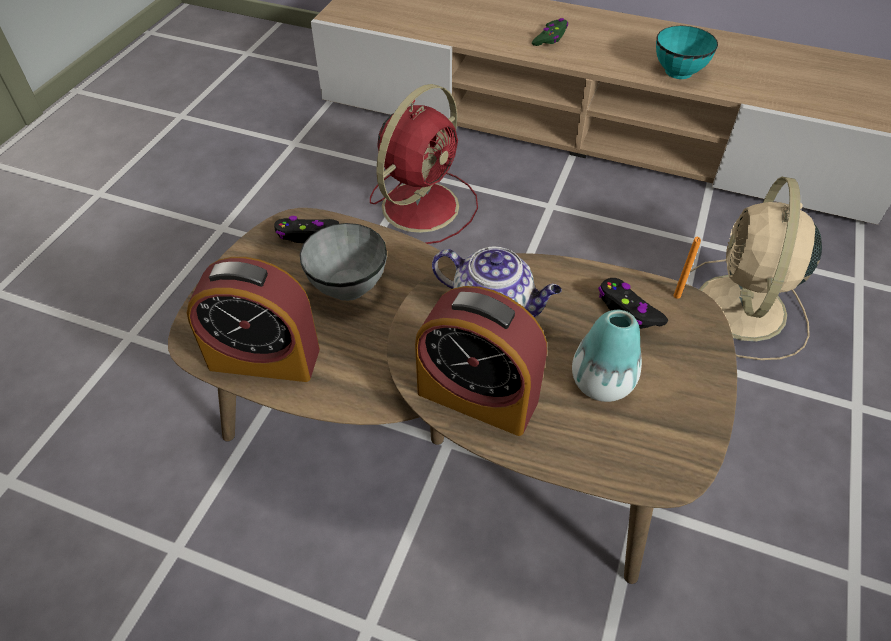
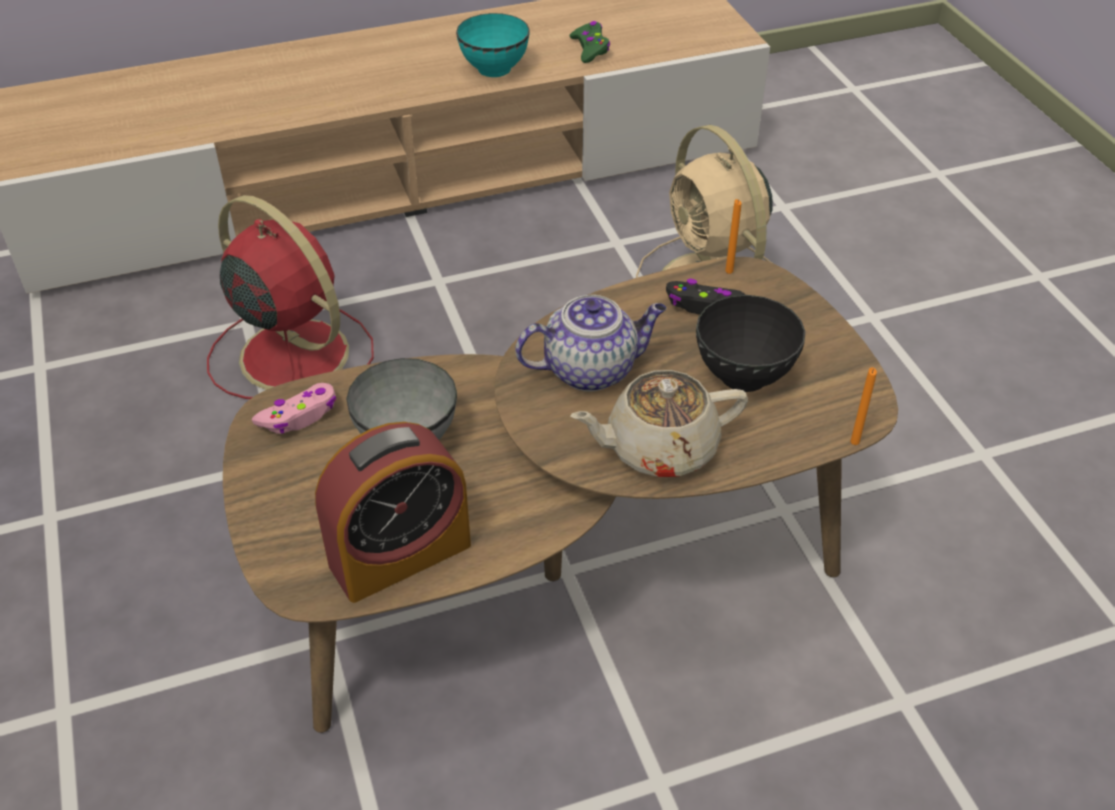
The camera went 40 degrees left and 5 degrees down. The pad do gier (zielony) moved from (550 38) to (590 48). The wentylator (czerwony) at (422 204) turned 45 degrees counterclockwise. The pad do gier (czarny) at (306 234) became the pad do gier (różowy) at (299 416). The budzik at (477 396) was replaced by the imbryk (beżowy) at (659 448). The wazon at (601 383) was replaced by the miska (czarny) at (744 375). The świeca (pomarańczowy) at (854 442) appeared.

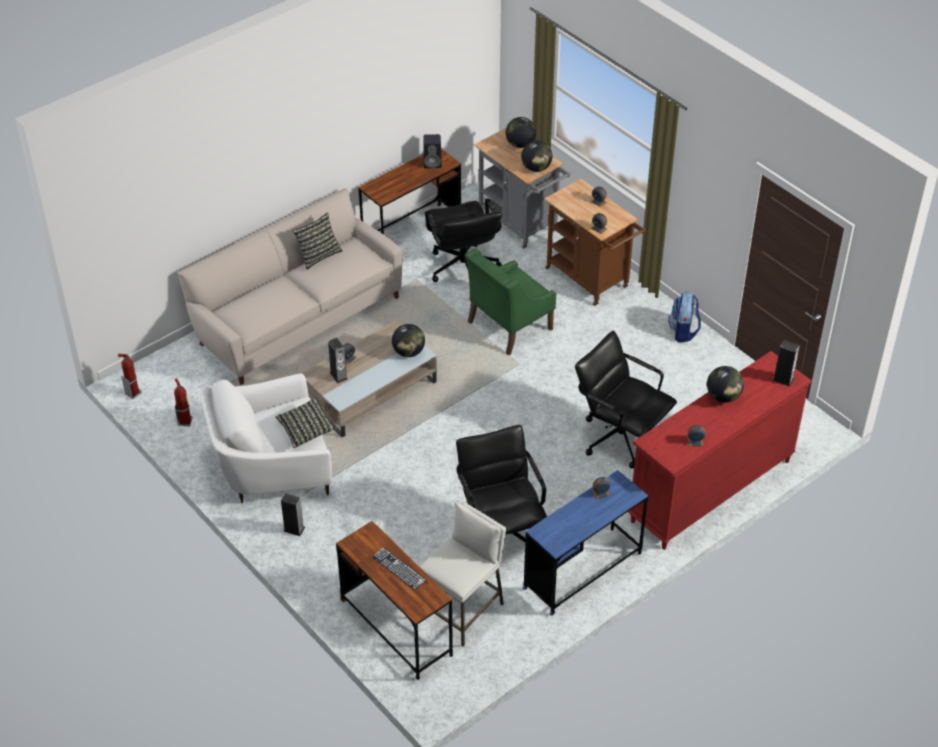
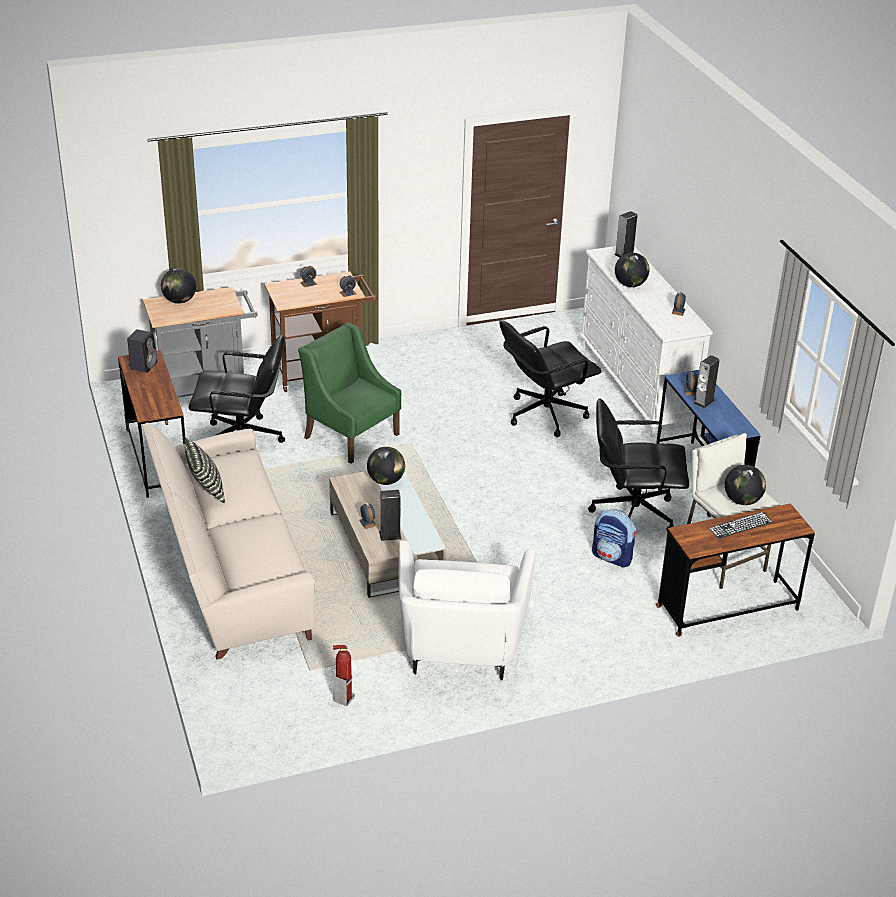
The camera went 70 degrees left and 10 degrees down. The globus moved from (536 168) to (742 501). The fotel (zielony) at (508 326) turned 150 degrees clockwise. The plecak moved from (683 332) to (612 557). The komoda (czerwony) at (710 491) became the komoda (biały) at (636 387). The gaśnica at (133 393) disappeared. The poduszka at (306 429) disappeared. The głośnik moved from (294 529) to (704 401).

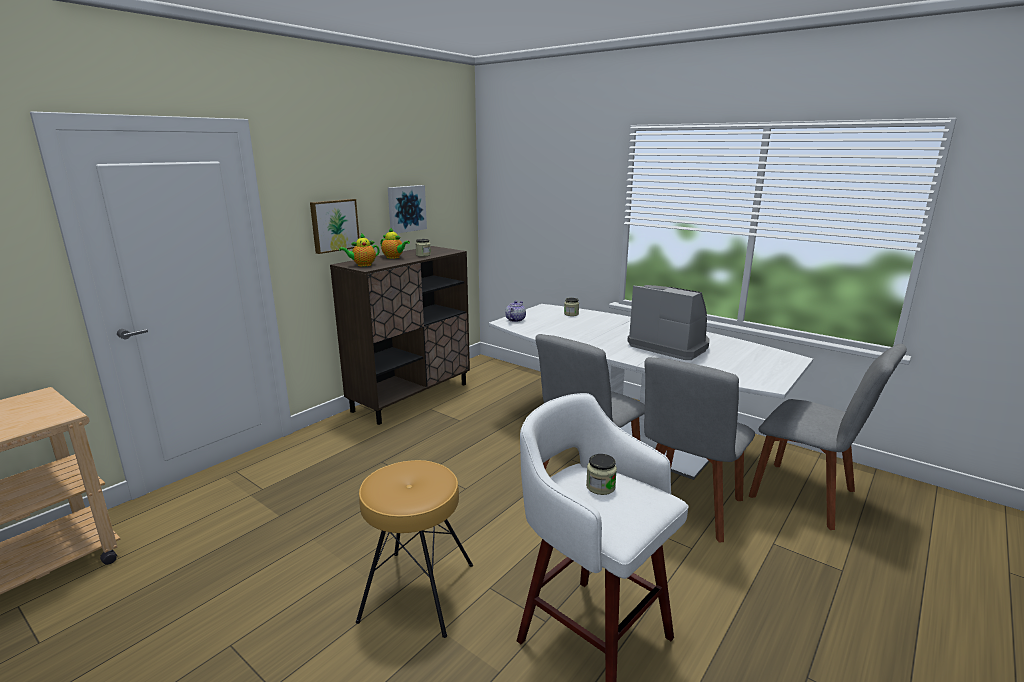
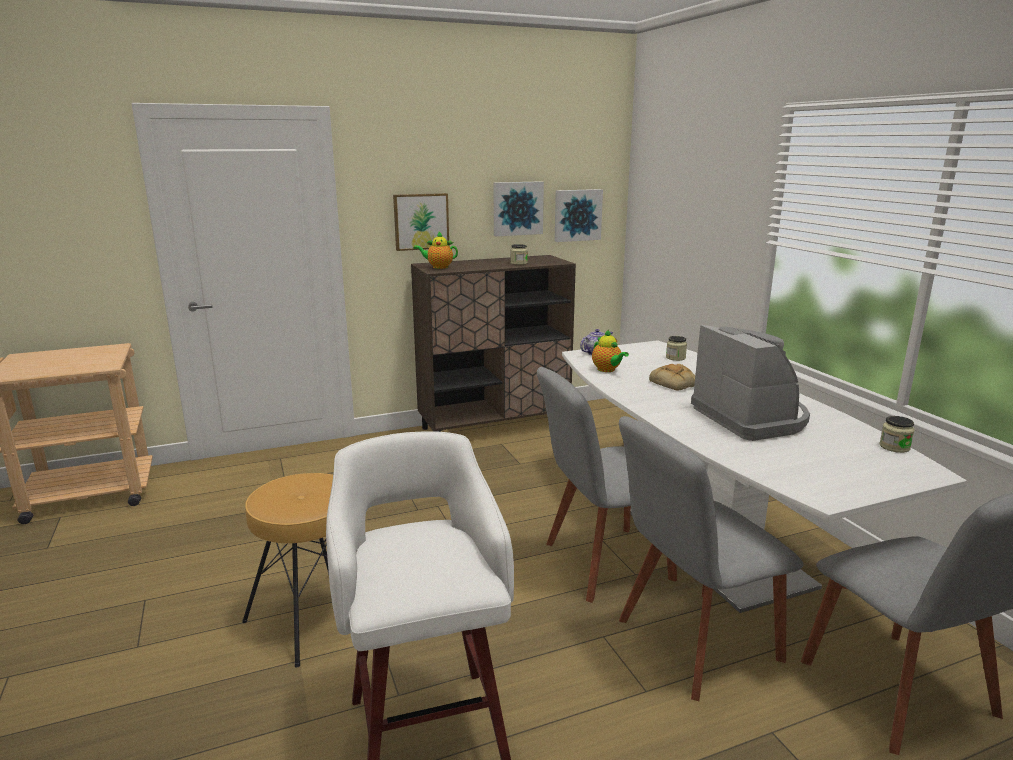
The camera went 30 degrees right and 0 degrees up. The imbryk moved from (394 257) to (607 370). The słoik moved from (600 487) to (894 447). The obraz at (577 215) appeared. The chleb at (675 383) appeared.

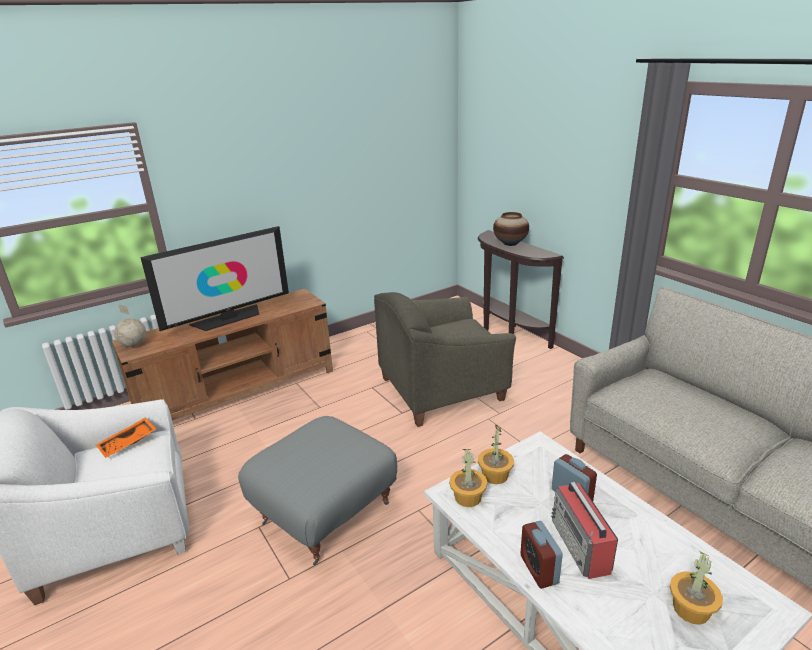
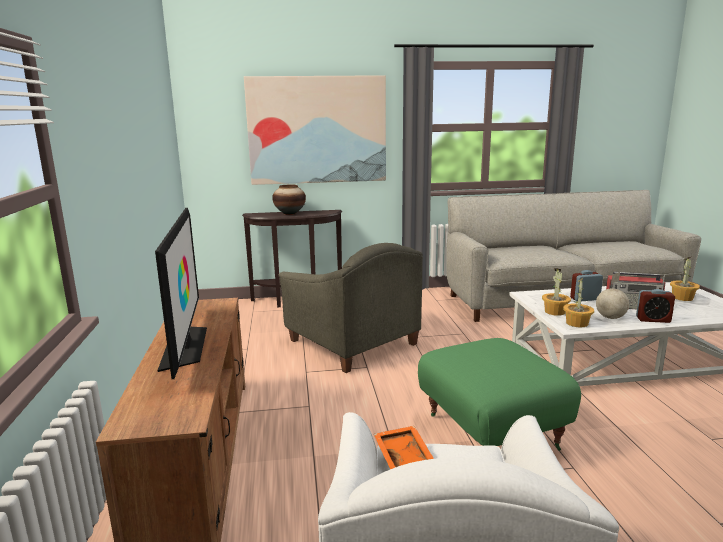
The camera went 65 degrees left and 10 degrees down. The fotel (szary) at (442 390) turned 45 degrees counterclockwise. The globus moved from (134 345) to (610 317). The pufa (szary) at (326 513) became the pufa (zielony) at (491 432). The obraz at (317 130) appeared.

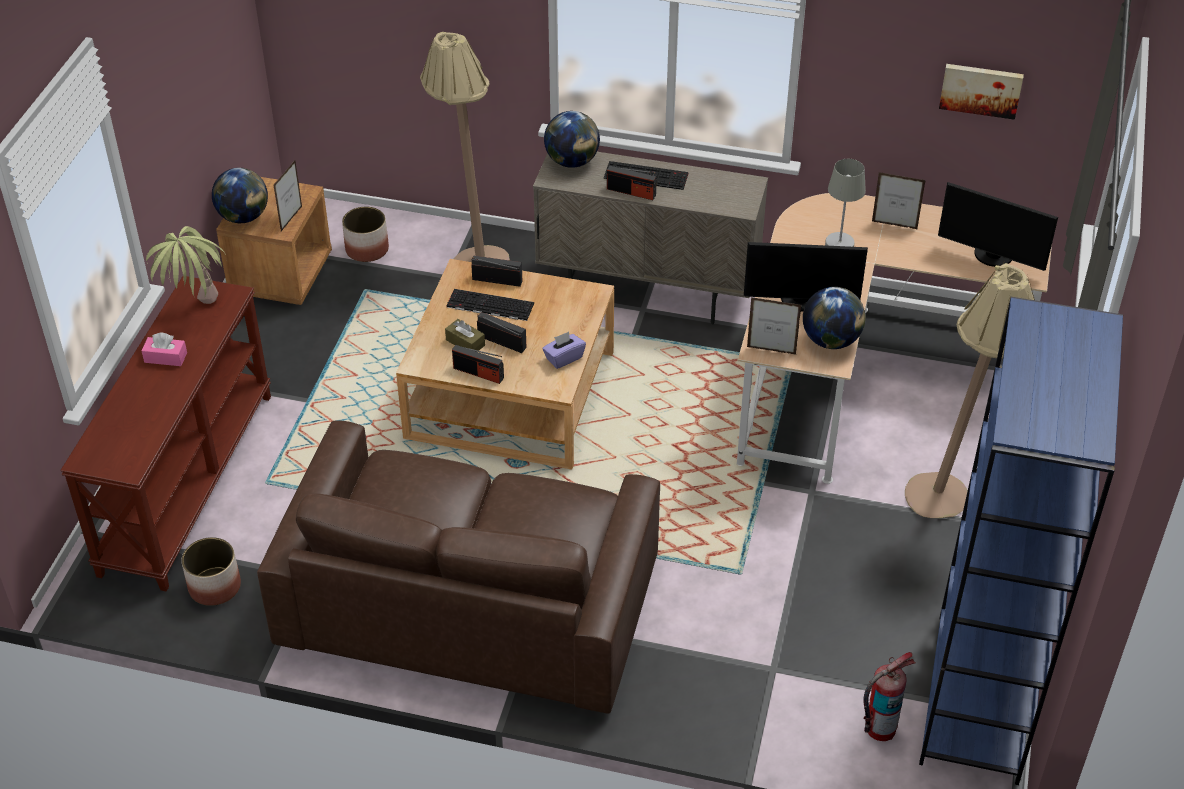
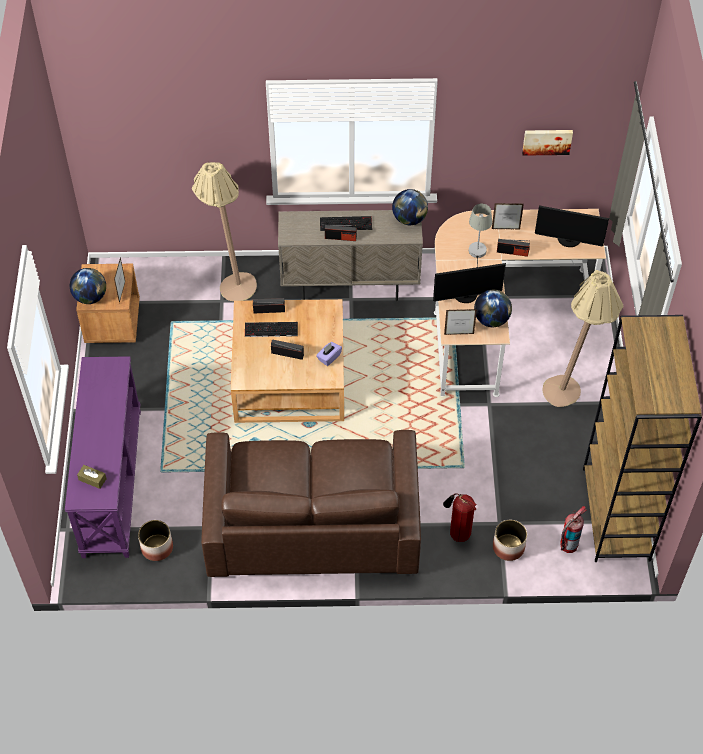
The camera went 15 degrees left and 10 degrees up. The globus moved from (572 162) to (409 219). The donica moved from (367 250) to (508 547). The roślina doniczkowa at (196 314) disappeared. The stolik konsolowy (brązowy) at (186 481) became the stolik konsolowy (fioletowy) at (111 482). The regał (niebieski) at (978 698) became the regał (brązowy) at (616 514). The pudełko chusteczek (brązowy) moved from (465 342) to (92 479). The pudełko chusteczek (różowy) at (165 357) disappeared. The radio moved from (478 373) to (512 252). The gaśnica at (457 533) appeared.

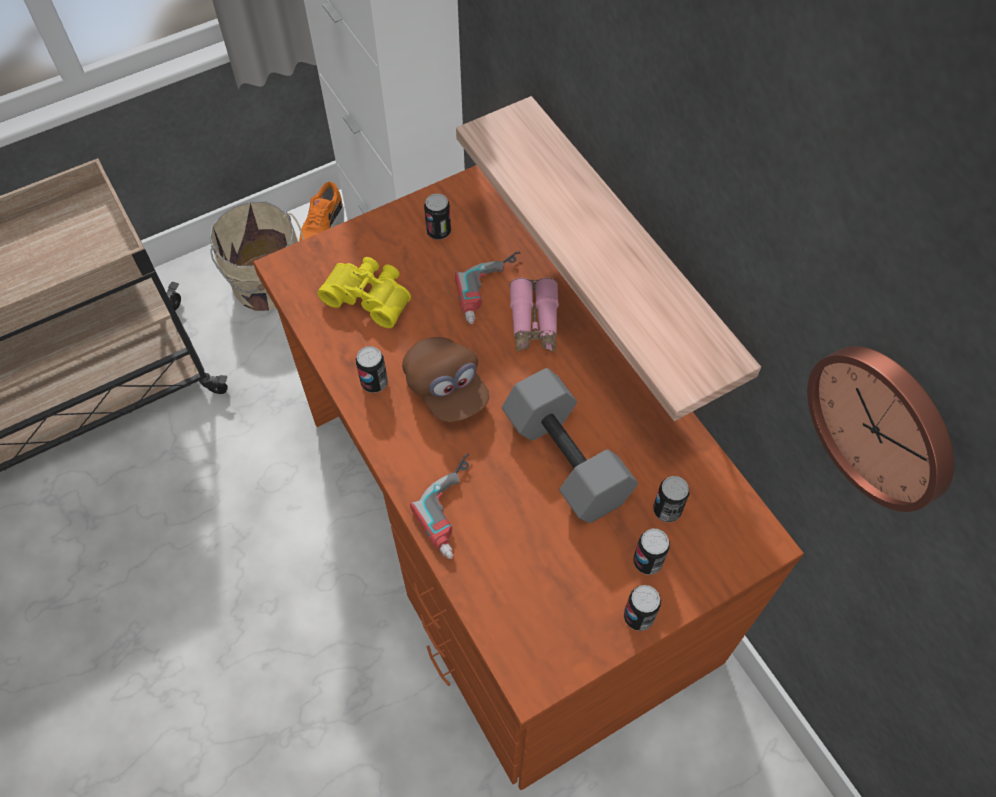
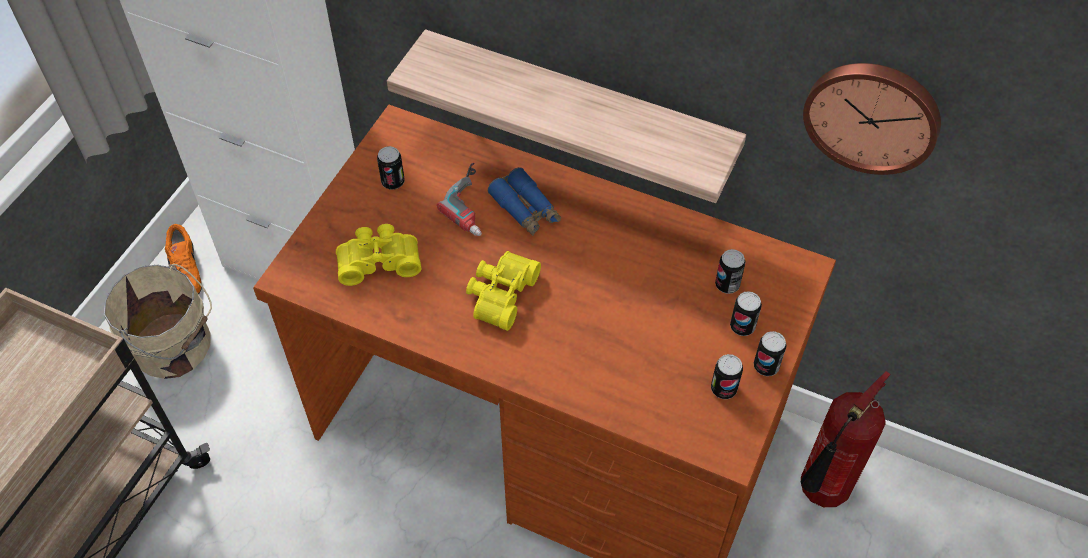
The camera went 35 degrees left and 5 degrees down. The lornetka (różowy) at (534 322) became the lornetka (niebieski) at (525 209). The czapka z daszkiem (brązowy) at (446 389) was replaced by the lornetka (żółty) at (499 294). The puszka moved from (374 382) to (723 389). The hantel (szary) at (569 459) disappeared. The wiertarka at (457 509) disappeared. The gaśnica at (820 494) appeared.

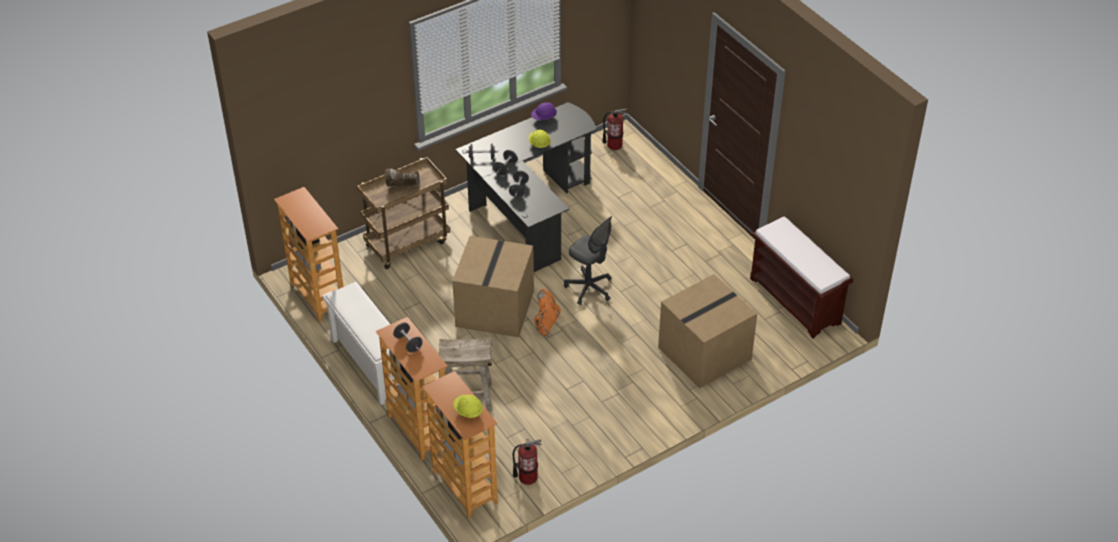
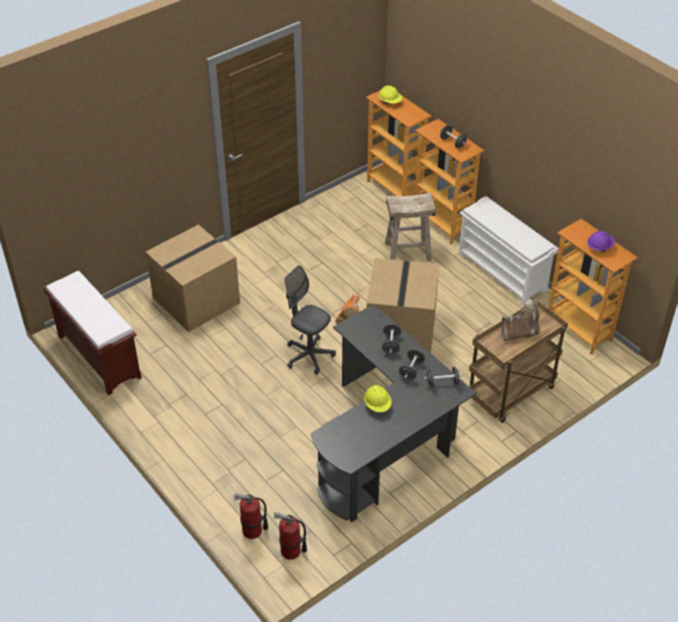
The camera went 175 degrees right and 0 degrees up. The kask (fioletowy) moved from (544 118) to (599 247). The gaśnica moved from (527 477) to (252 531).

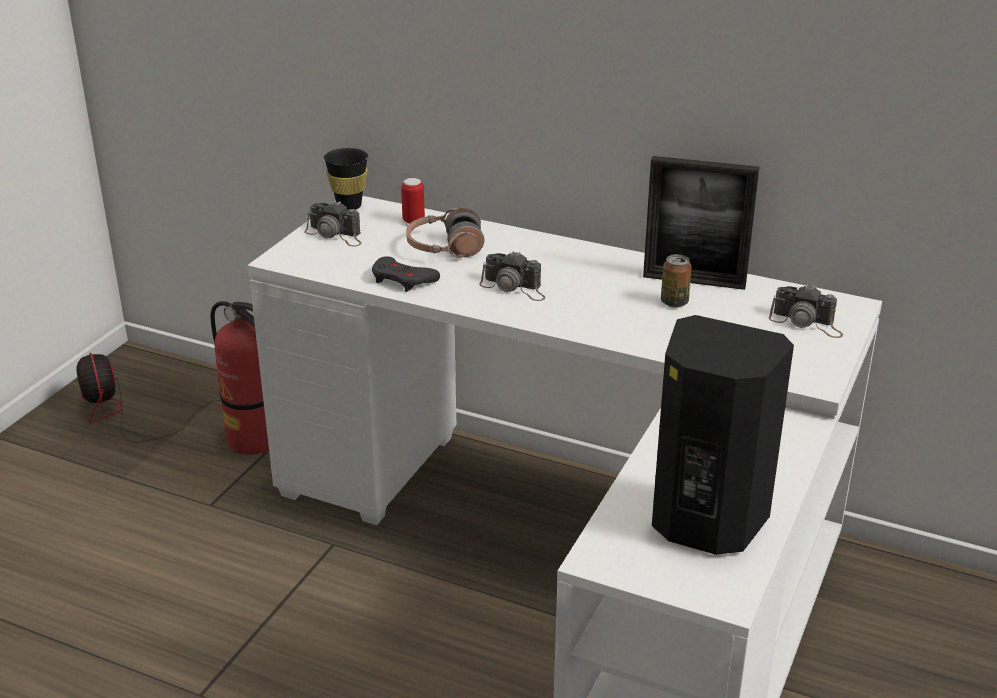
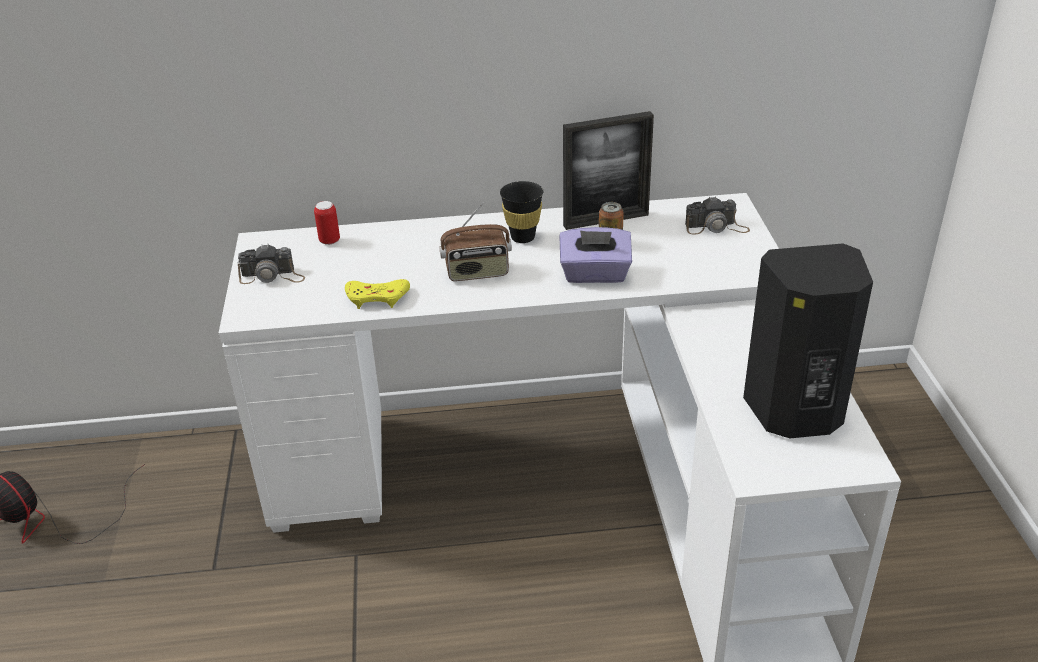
The camera went 30 degrees left and 5 degrees up. The filiżanka (czarny) moved from (349 206) to (523 237). The słuchawki at (445 248) disappeared. The aparat fotograficzny at (514 288) was replaced by the radio at (477 273). The pad do gier (szary) at (403 280) became the pad do gier (żółty) at (377 298). The gaśnica at (254 440) disappeared. The pudełko chusteczek (fioletowy) at (595 274) appeared.

